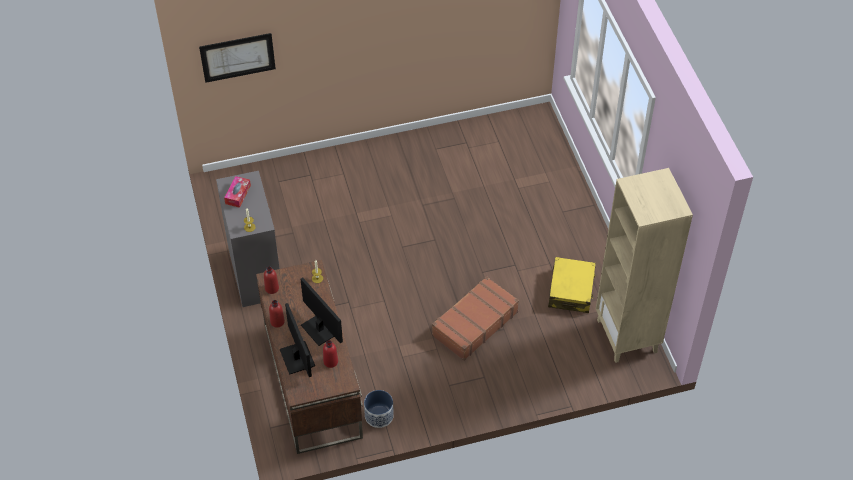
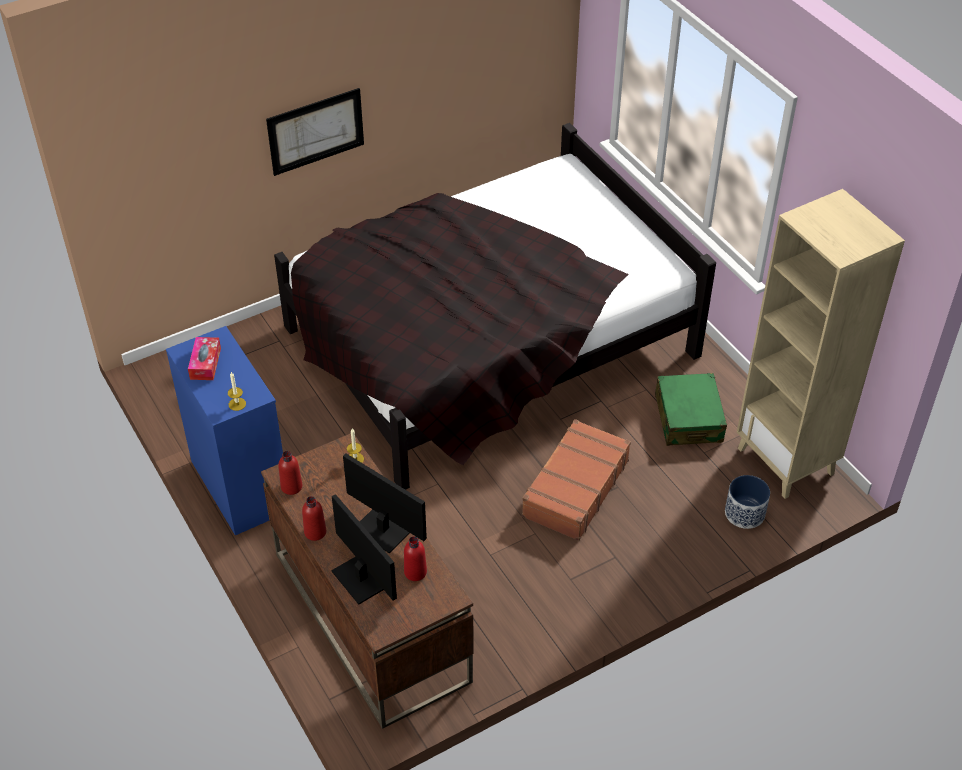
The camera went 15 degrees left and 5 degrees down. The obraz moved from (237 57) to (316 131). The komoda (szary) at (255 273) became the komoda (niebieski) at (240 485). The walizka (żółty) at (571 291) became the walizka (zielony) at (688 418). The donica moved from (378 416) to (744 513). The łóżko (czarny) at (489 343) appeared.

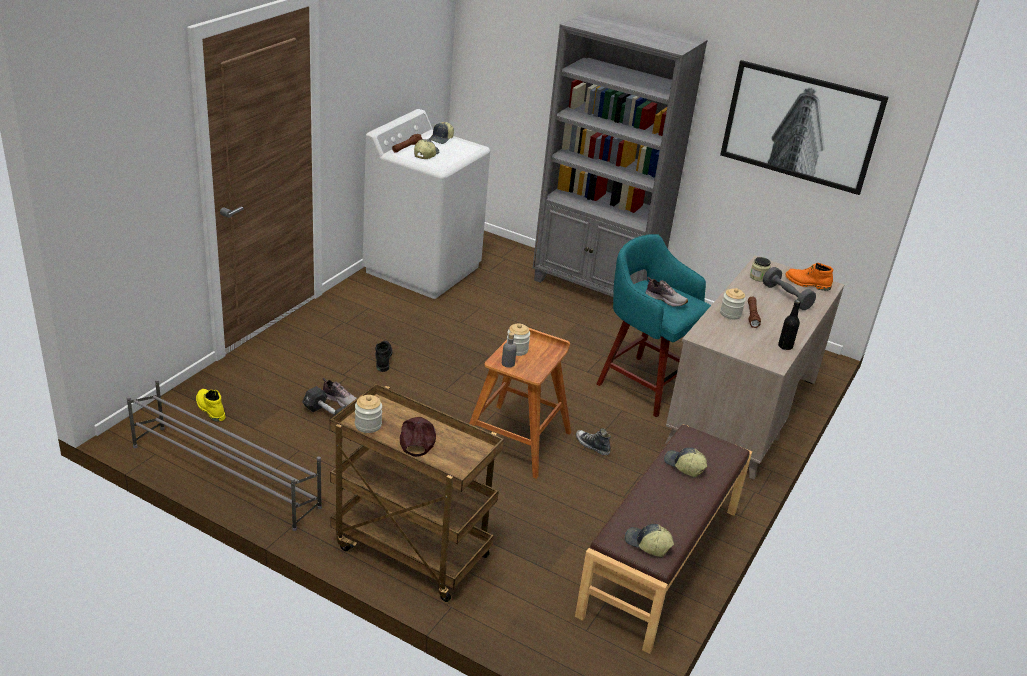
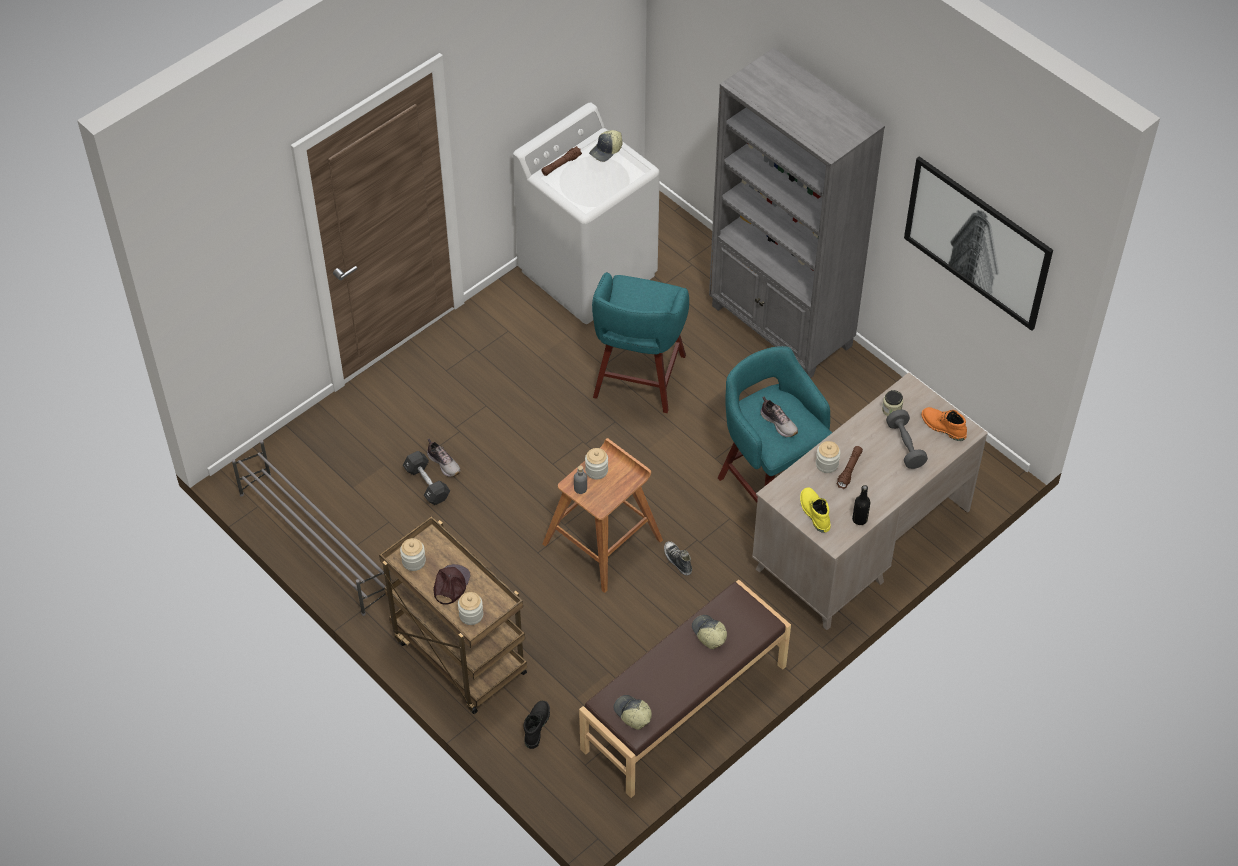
The camera went 20 degrees right and 20 degrees up. The czapka z daszkiem at (425 154) disappeared. The but z cholewką (czarny) moved from (382 359) to (536 726). The but z cholewką (żółty) moved from (210 409) to (814 512). The stołek (turkusowy) at (638 379) appeared. The słoik at (471 615) appeared.

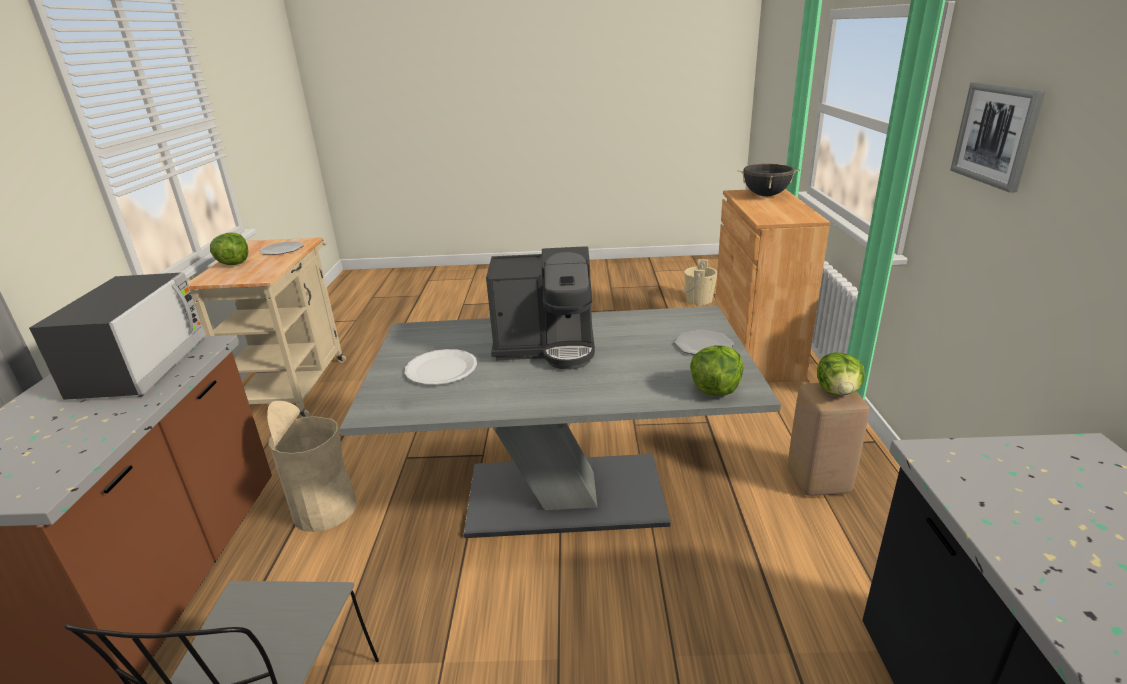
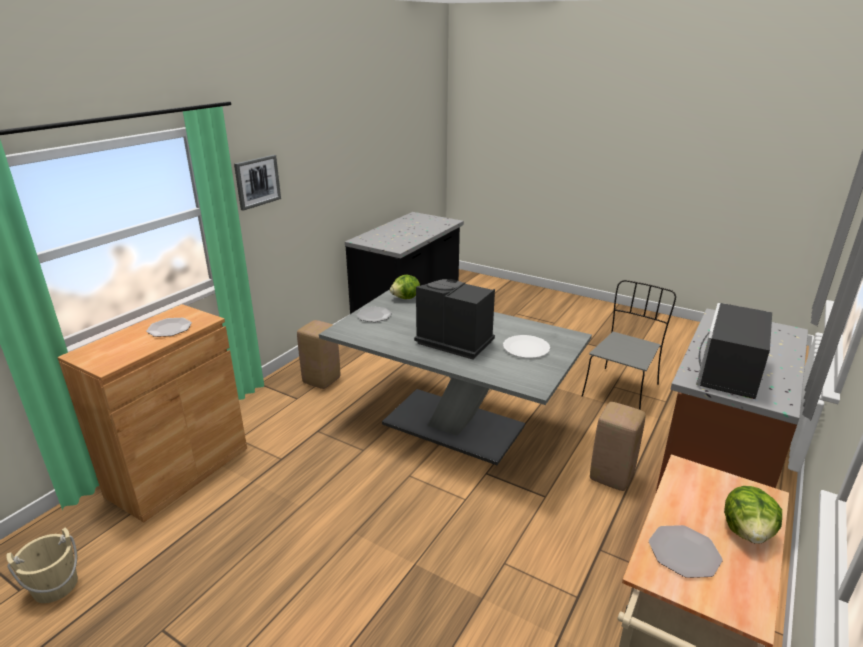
The camera went 150 degrees left and 0 degrees up. The garnek (czarny) at (765 195) disappeared. The sałata at (838 392) disappeared. The kosz na śmieci (beżowy) at (325 509) was replaced by the stołek (beżowy) at (612 477). The talerz at (169 328) appeared.

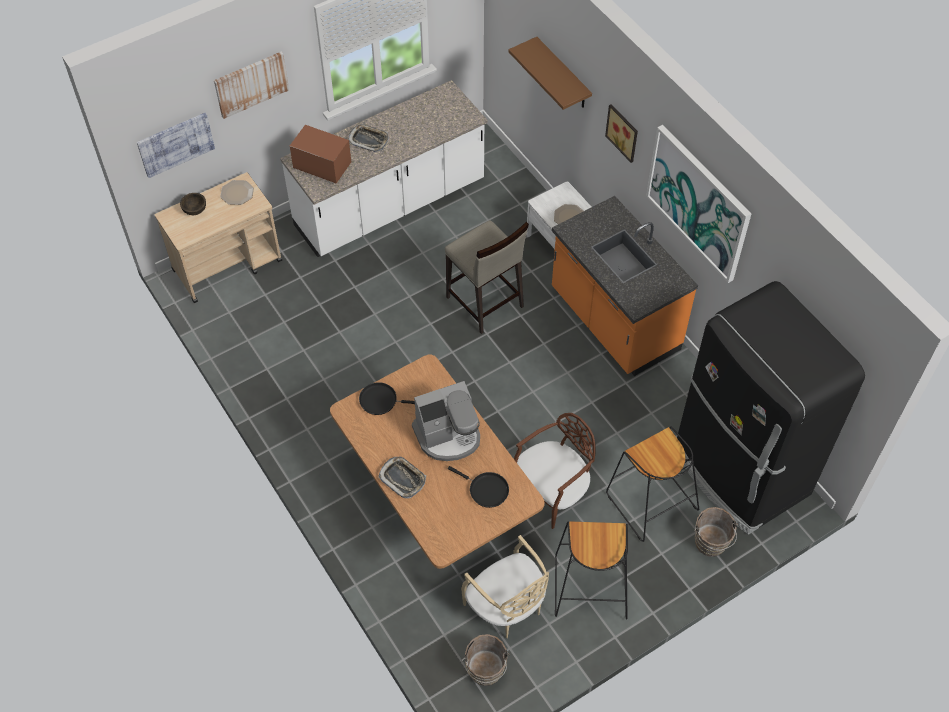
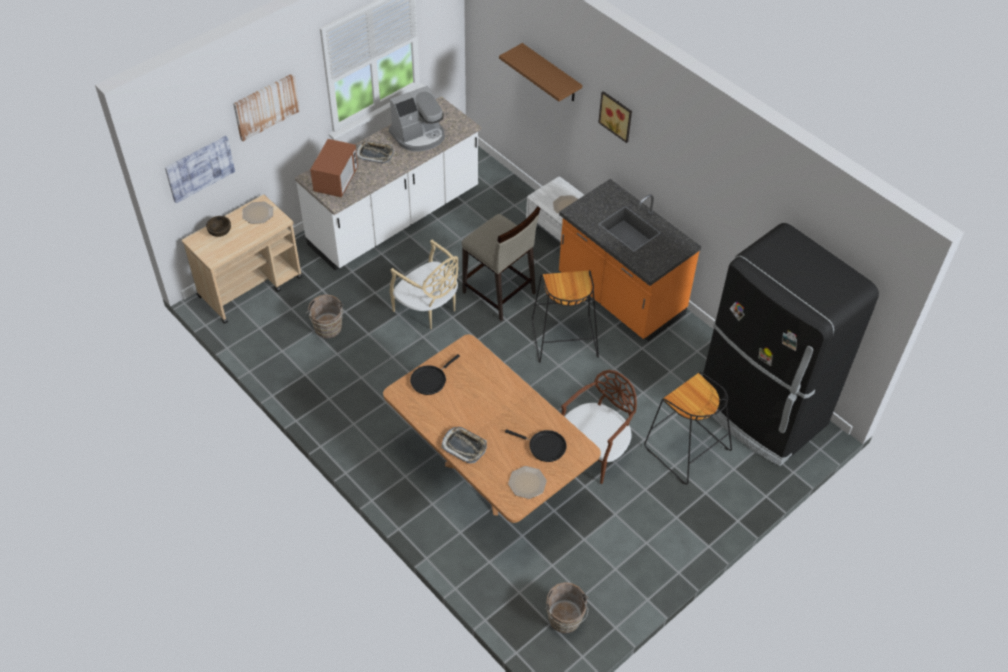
The camera went 10 degrees left and 5 degrees down. The mikrofalówka at (322 167) turned 90 degrees clockwise. The obraz at (698 203) disappeared. The ekspres do kawy moved from (448 436) to (419 136). The patelnia (czarny) at (381 400) turned 45 degrees counterclockwise. The wiadro (brązowy) moved from (710 545) to (328 329). The stołek (czarny) moved from (589 586) to (563 339). The krzesło (beżowy) moved from (506 607) to (428 308). The talerz at (527 483) appeared.

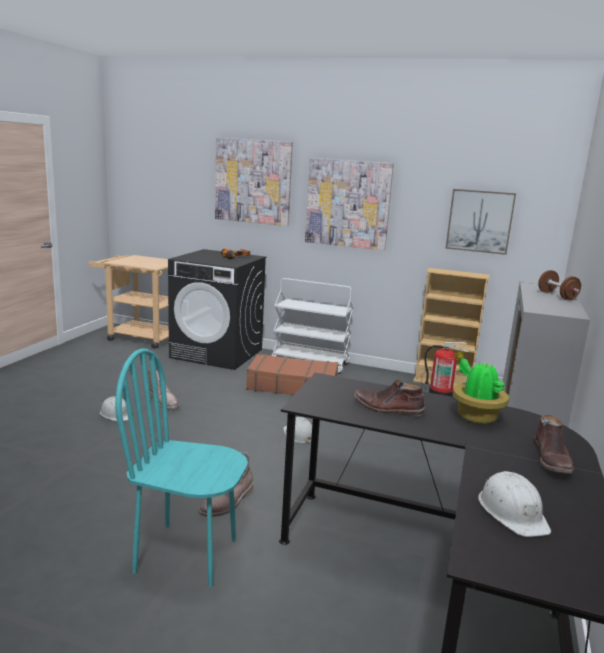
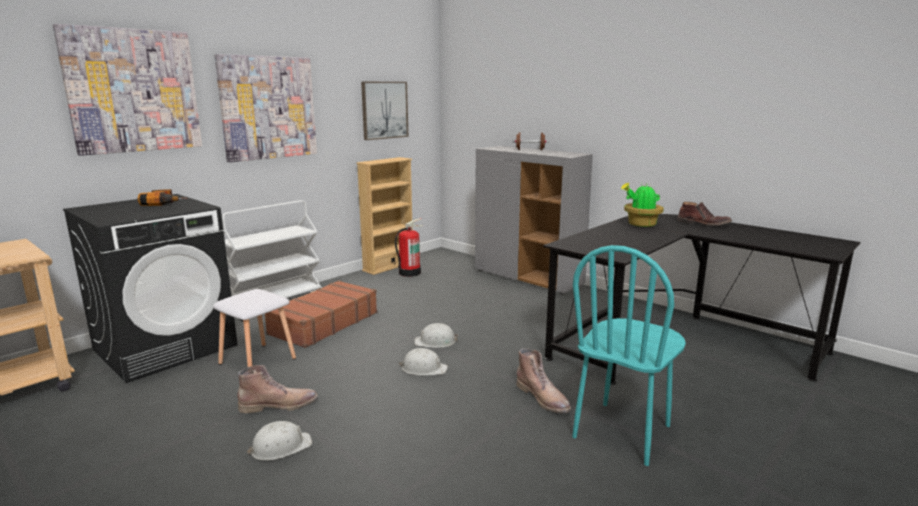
The camera went 65 degrees left and 0 degrees up. The but z cholewką (brązowy) at (387 409) disappeared. The kask (biały) moved from (512 512) to (423 368). The stołek (biały) at (258 360) appeared.

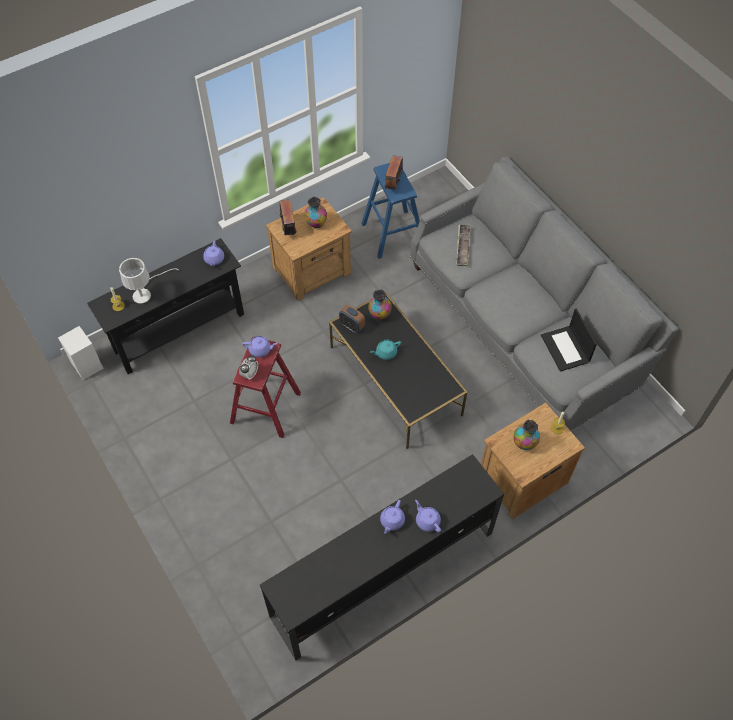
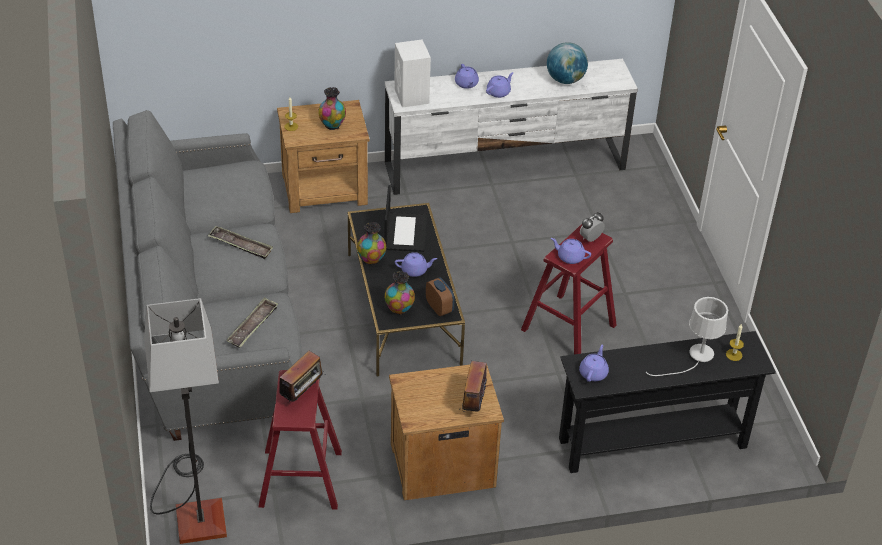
The camera went 160 degrees left and 15 degrees down. The stołek (niebieski) at (393 234) became the stołek (czerwony) at (300 478). The wazon moved from (316 224) to (371 260). The laptop moved from (566 349) to (405 232). The głośnik (biały) moved from (86 364) to (412 97). The imbryk (turkusowy) at (385 353) became the imbryk (fioletowy) at (415 270). The szafka pod telewizor (czarny) at (382 574) became the szafka pod telewizor (biały) at (506 166). The globus at (565 80) appeared. The taca at (240 245) appeared. The lampa stojąca at (194 509) appeared.

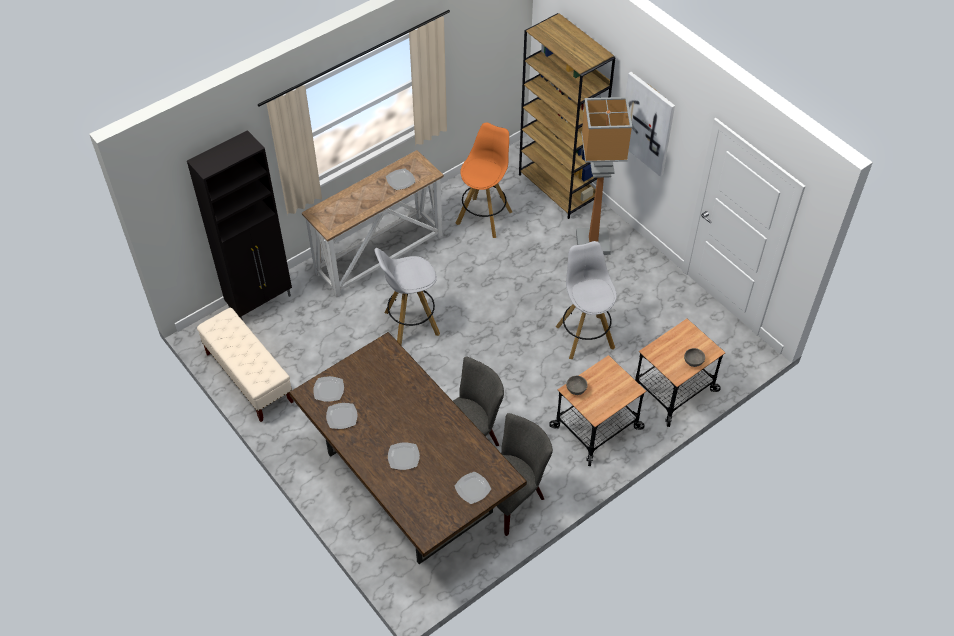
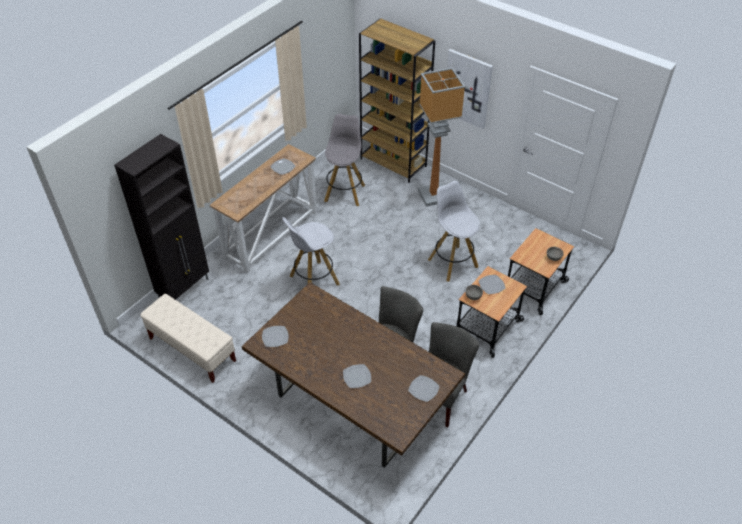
The camera went 15 degrees left and 5 degrees down. The stołek (pomarańczowy) at (484 217) became the stołek (szary) at (345 192). The talerz moved from (341 416) to (491 285).

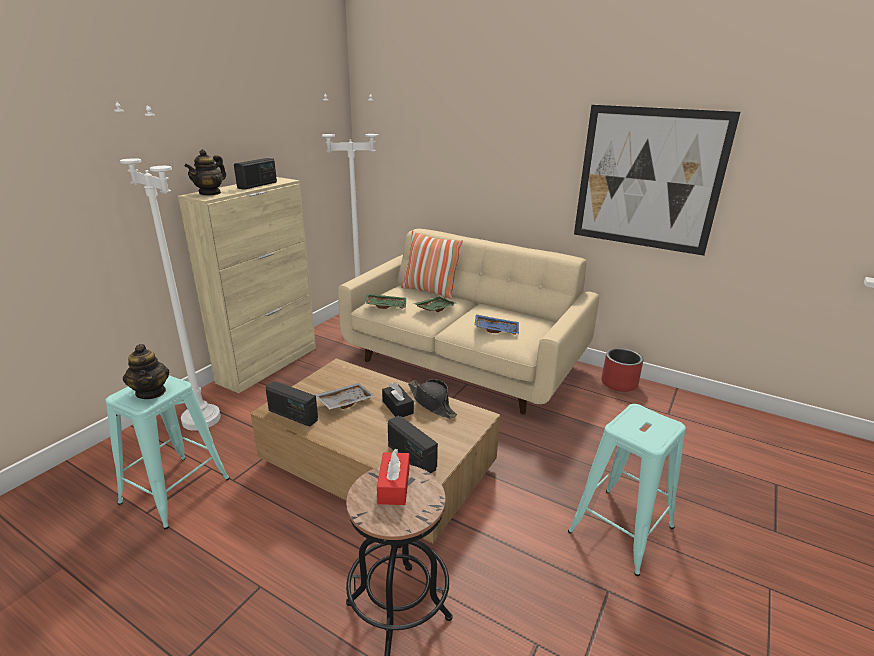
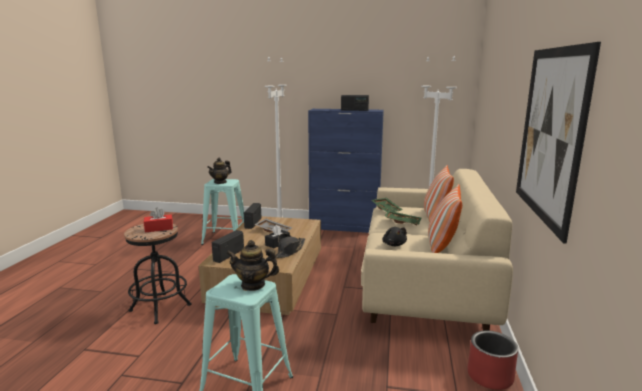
The camera went 70 degrees right and 10 degrees down. The imbryk moved from (210 193) to (253 285). The szafka (beżowy) at (269 364) became the szafka (niebieski) at (344 227). The taca (niebieski) at (496 329) was replaced by the pluszak (czarny) at (394 244). The poduszka at (442 246) appeared.

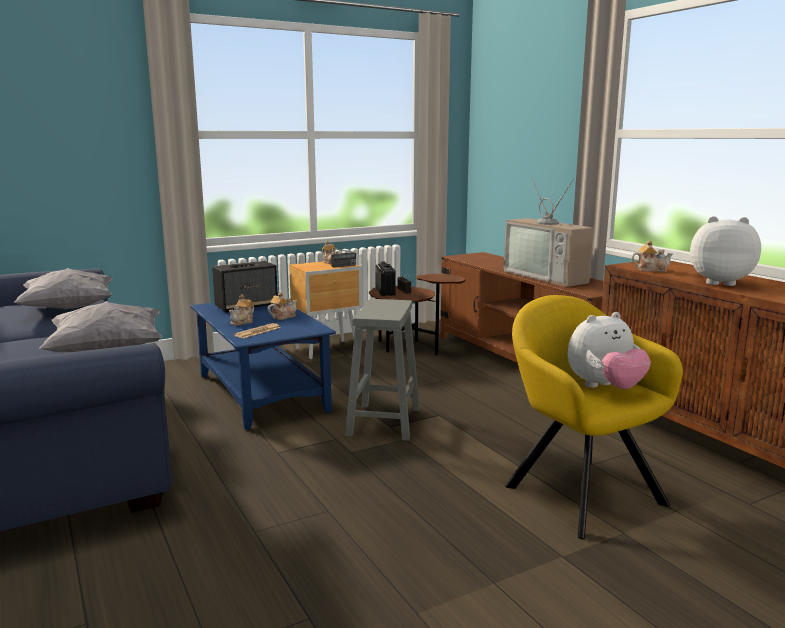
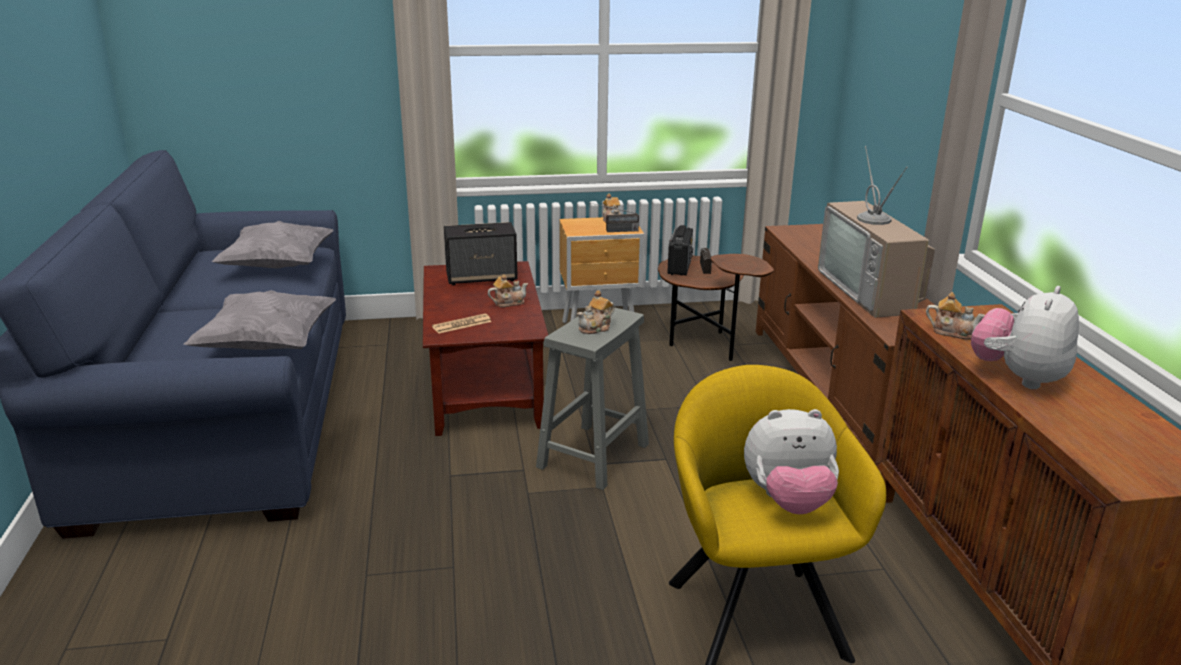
The camera went 20 degrees right and 10 degrees up. The pluszak at (718 282) turned 90 degrees counterclockwise. The imbryk moved from (243 322) to (596 328). The ława (niebieski) at (260 392) became the ława (brązowy) at (483 384).

